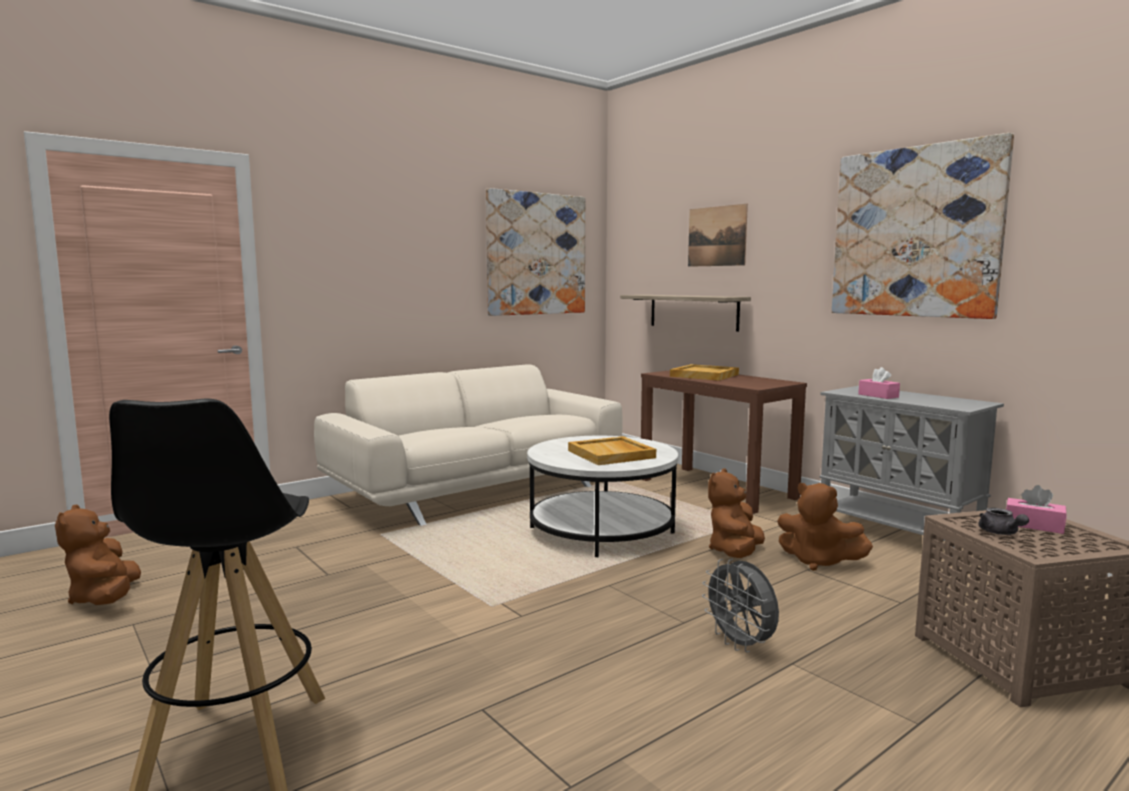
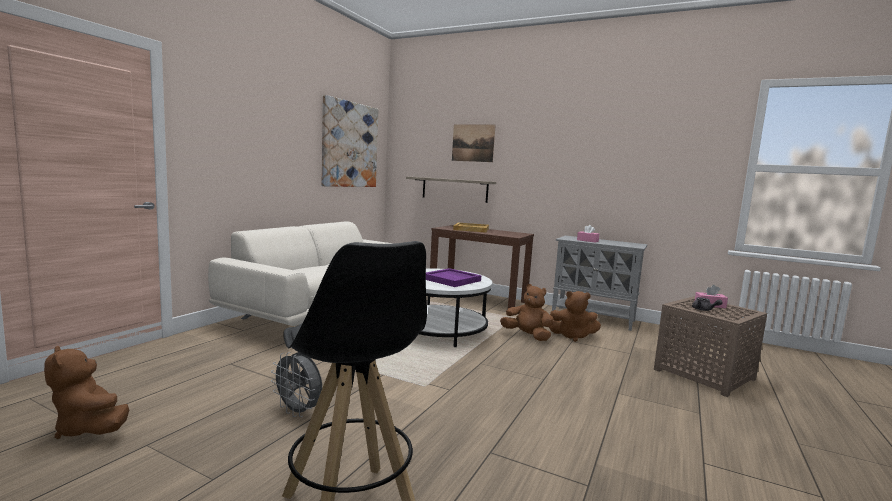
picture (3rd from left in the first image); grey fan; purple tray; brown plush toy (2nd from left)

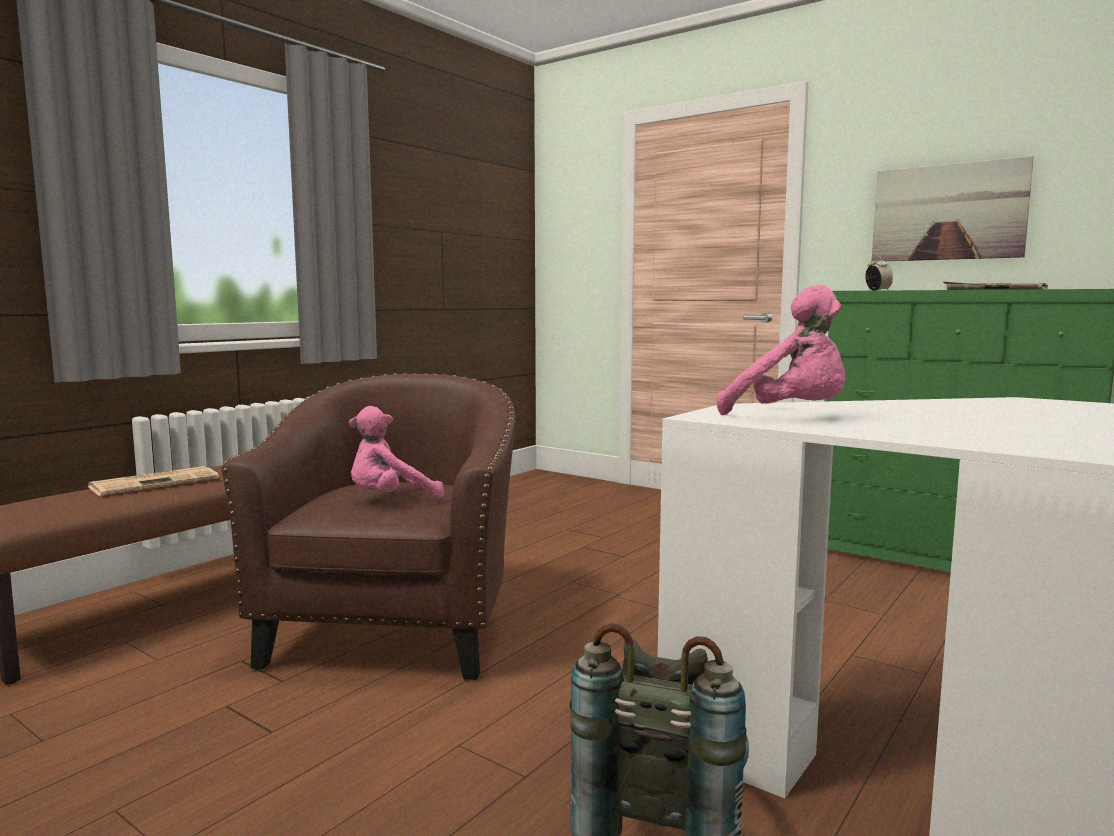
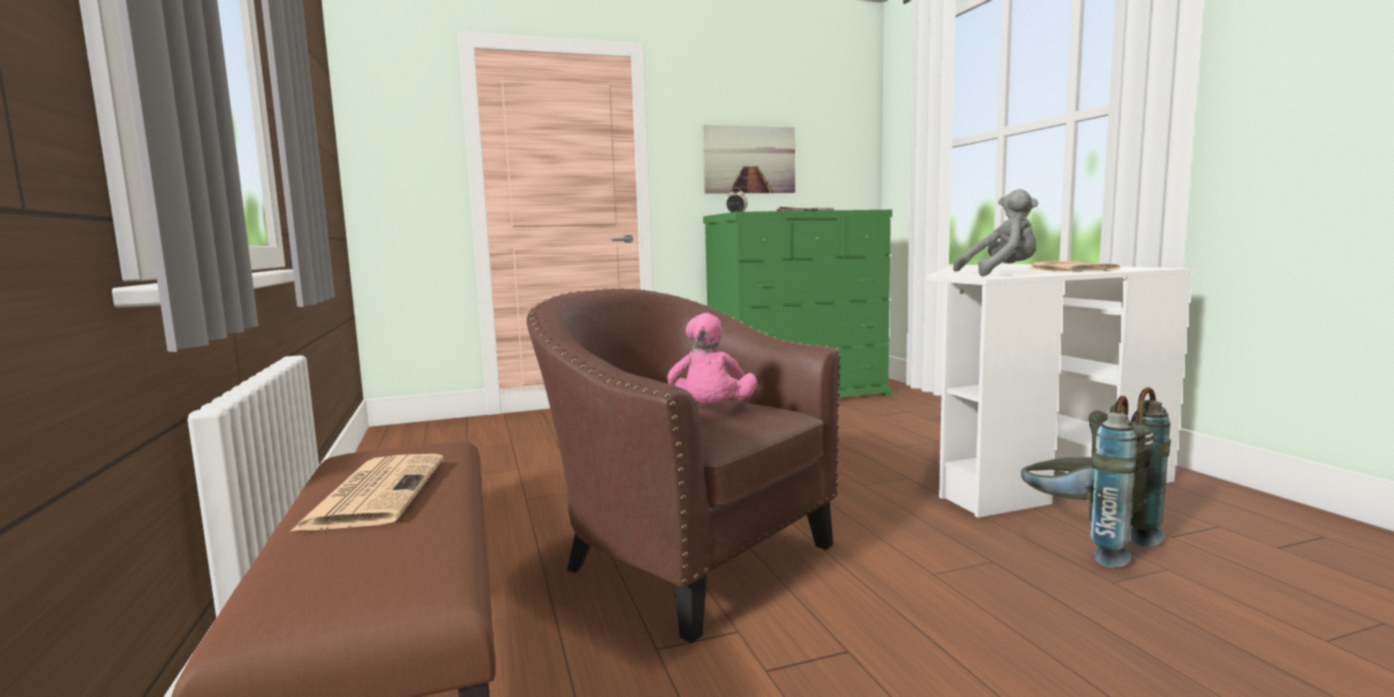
newspaper (3rd from left); grey plush toy

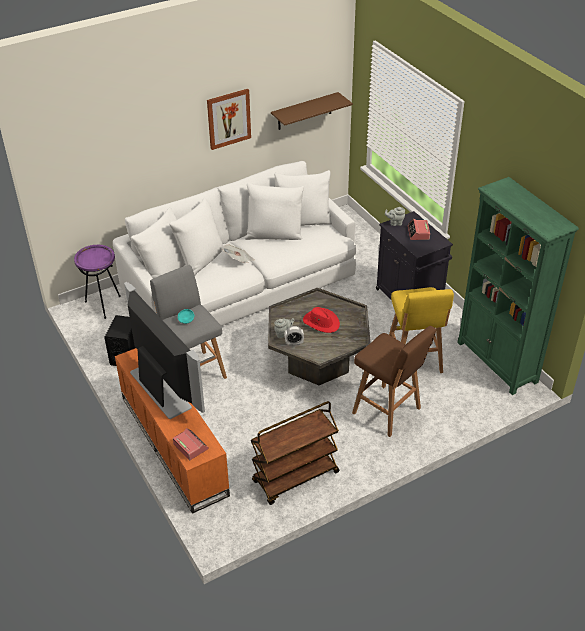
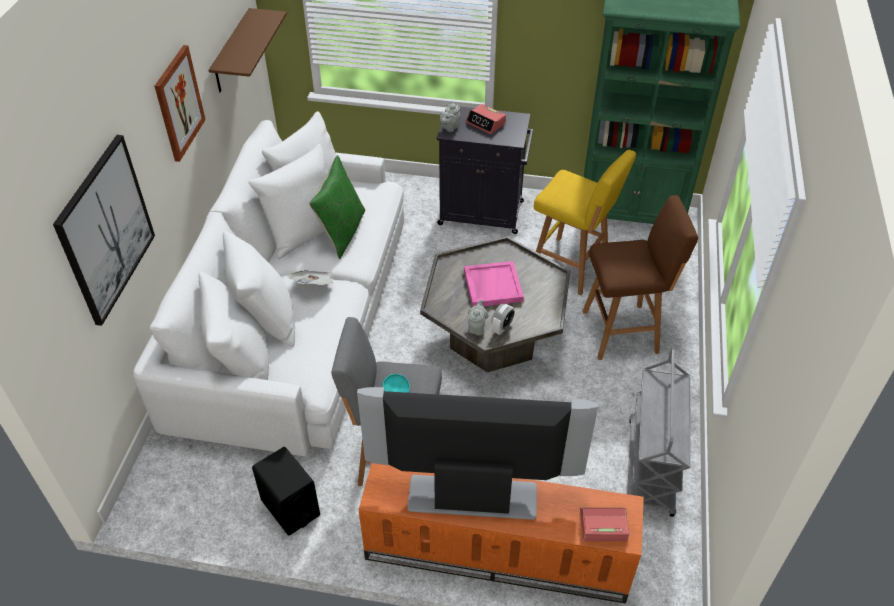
purple side table; picture (1st from left); green pillow; pink tray; grey cart

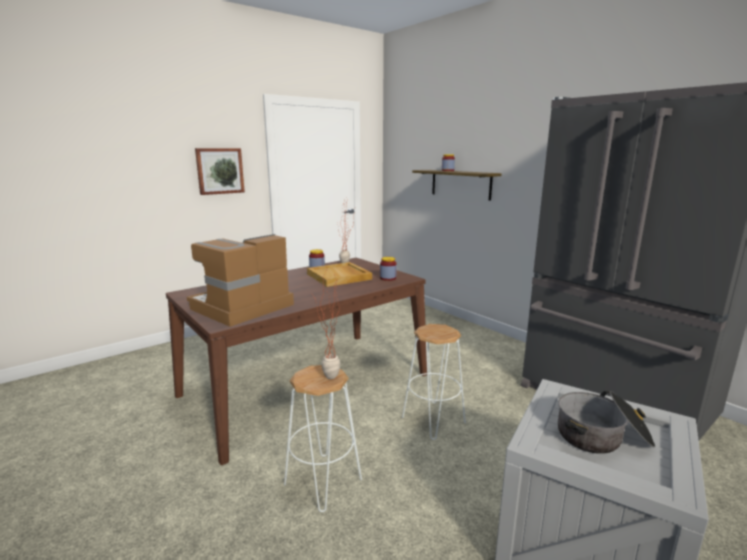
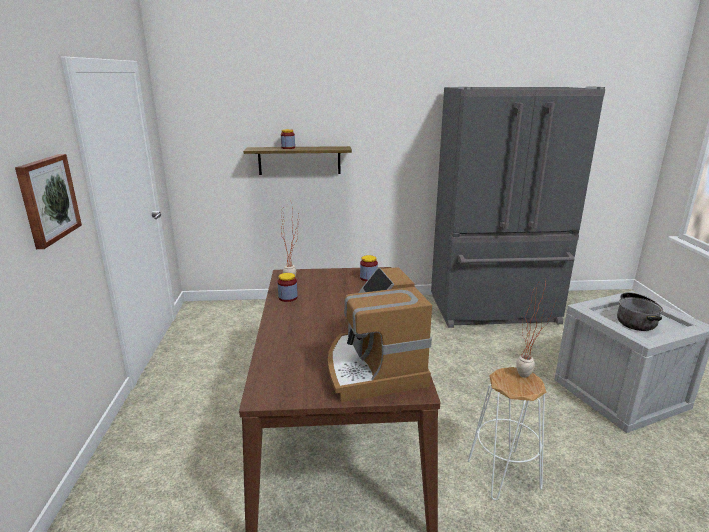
beige tray; white stool (2nd from left in the first image)

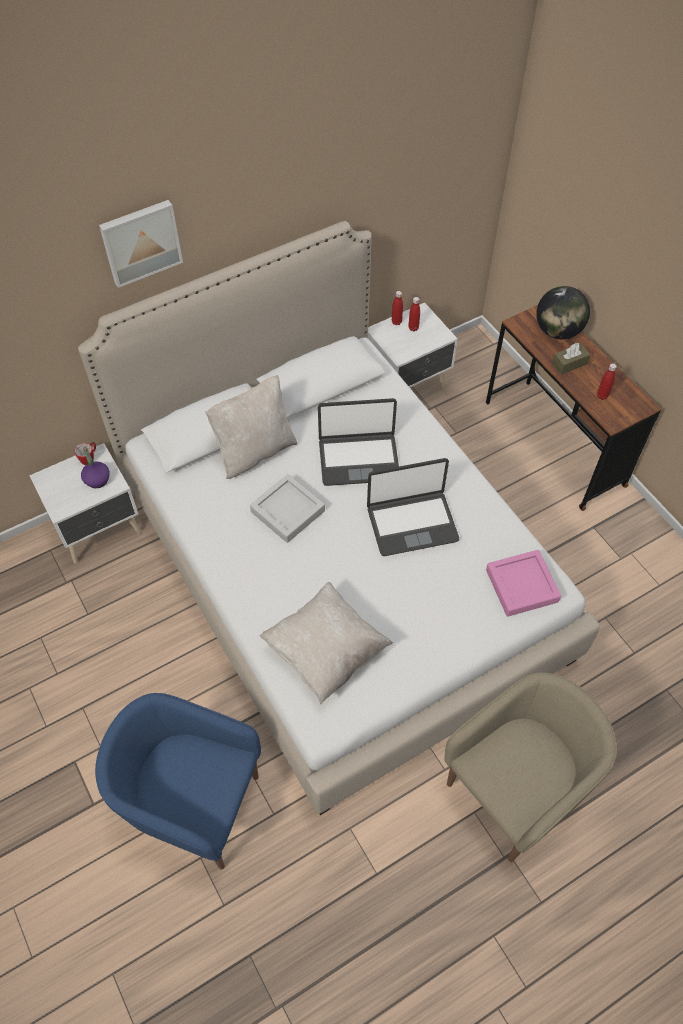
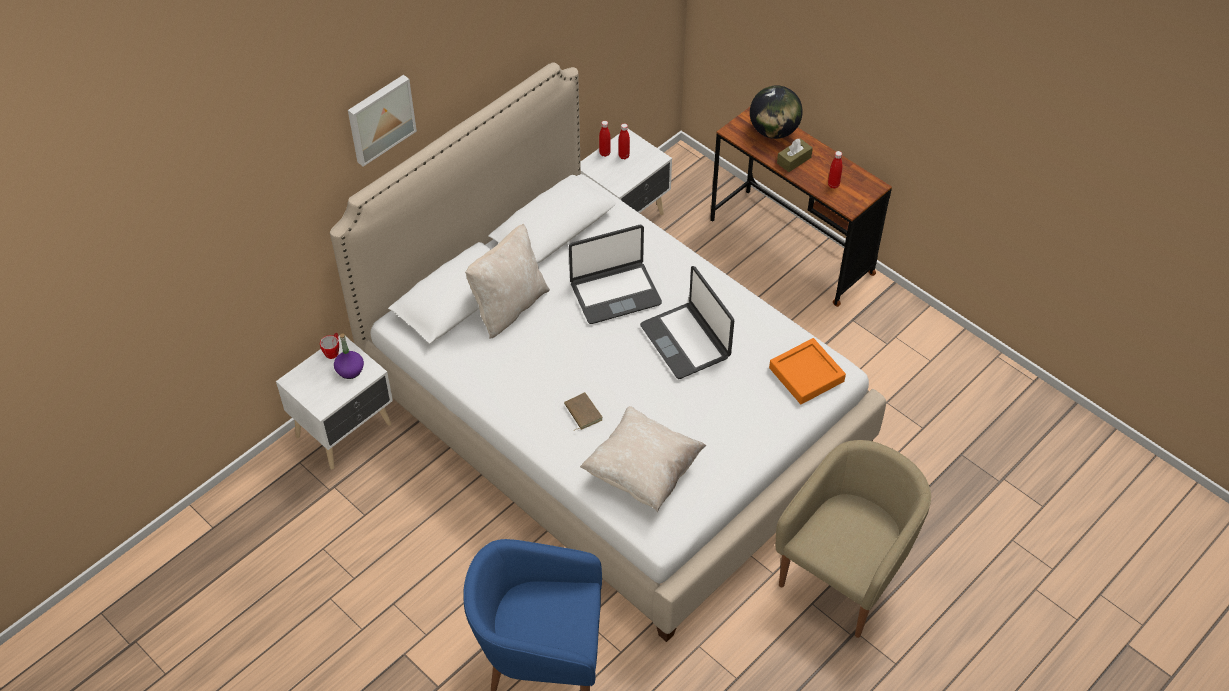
grey tray; brown book; orange tray; laptop (2nd from left)

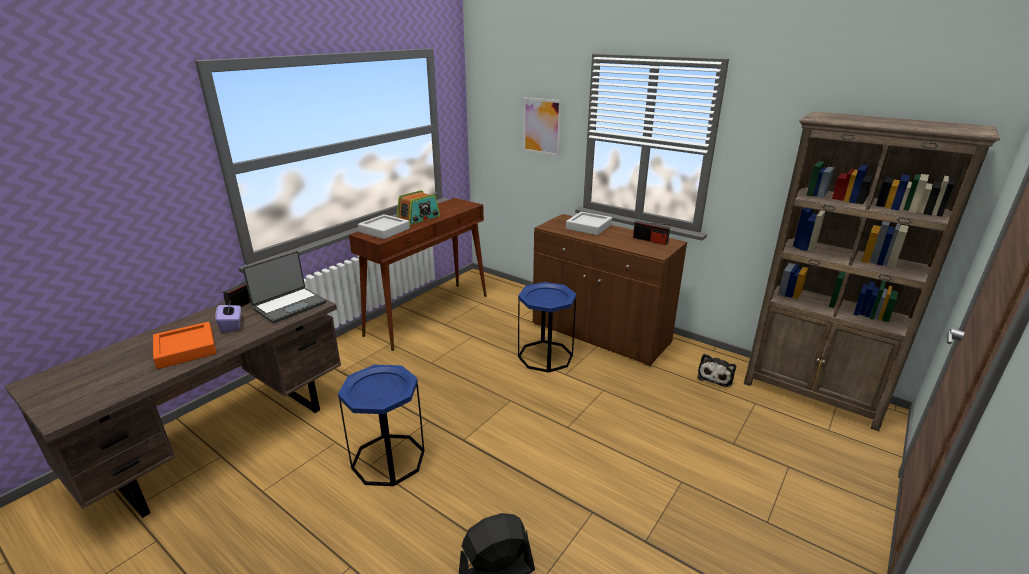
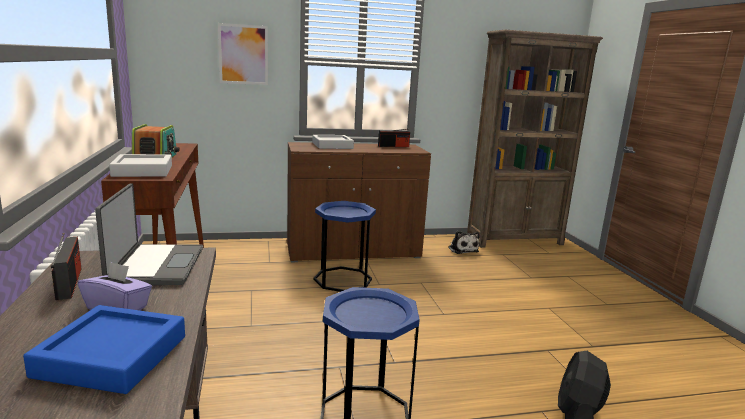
blue tray

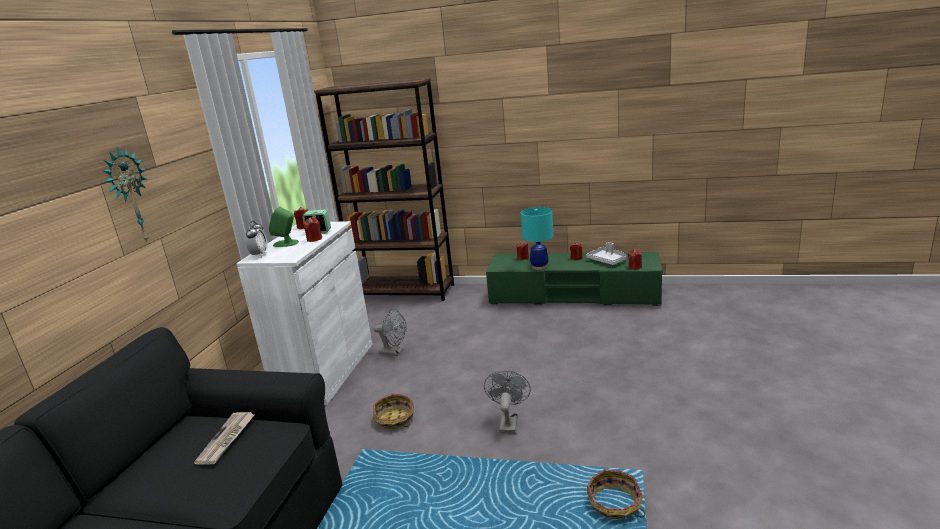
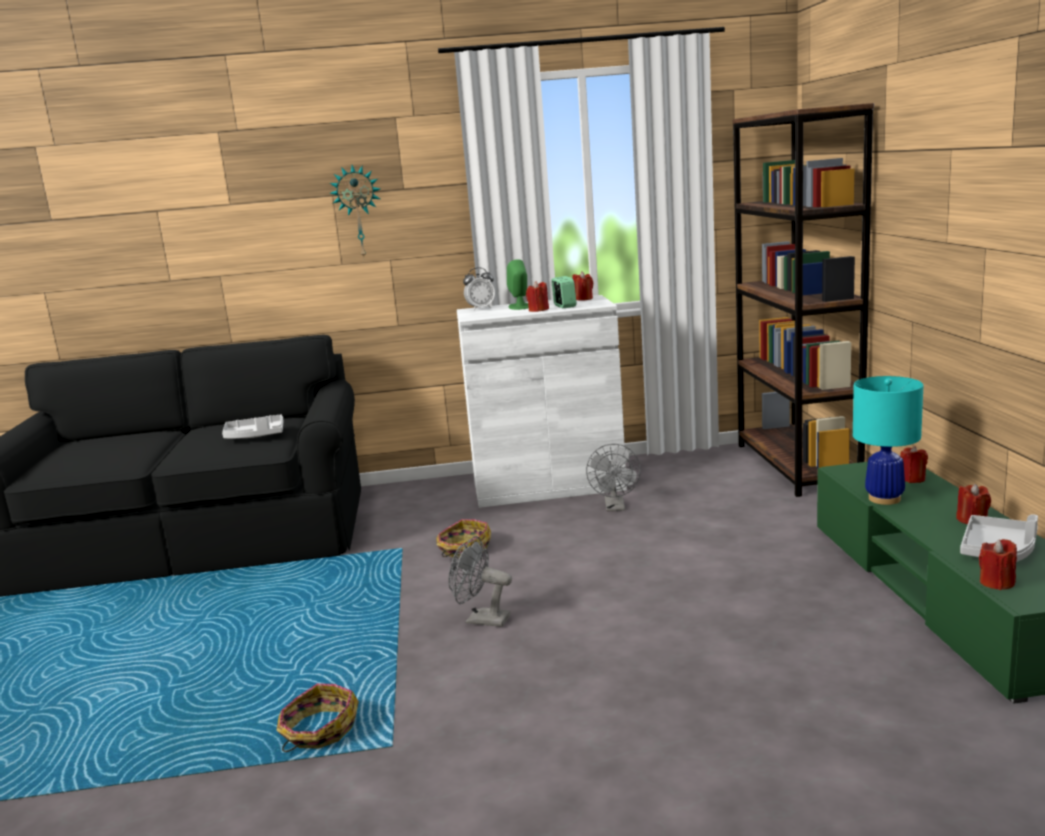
grey tray (1st from left); grey fan (1st from left)

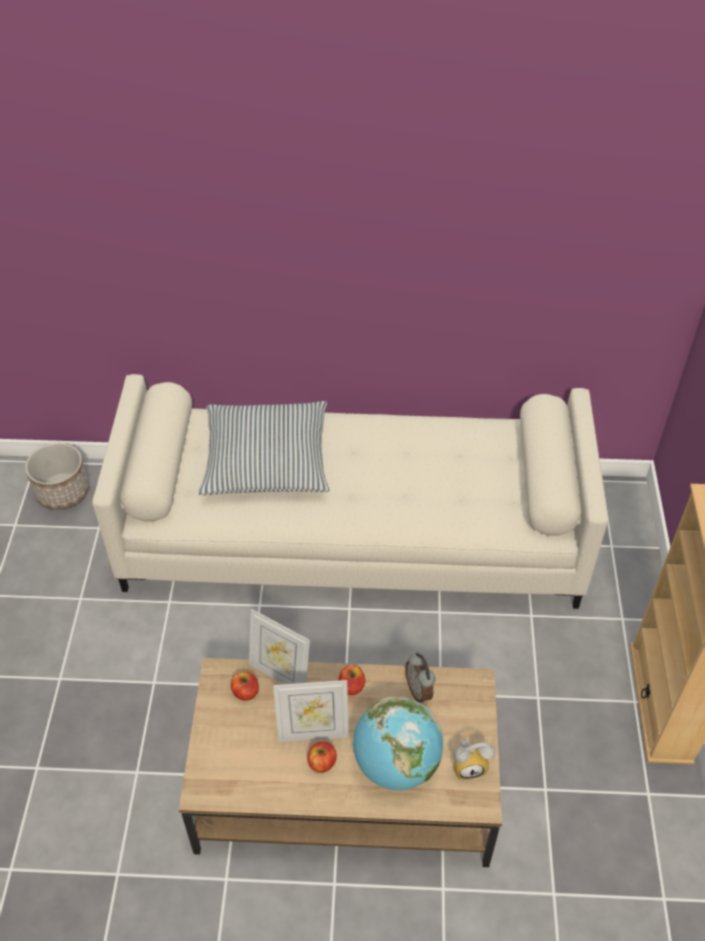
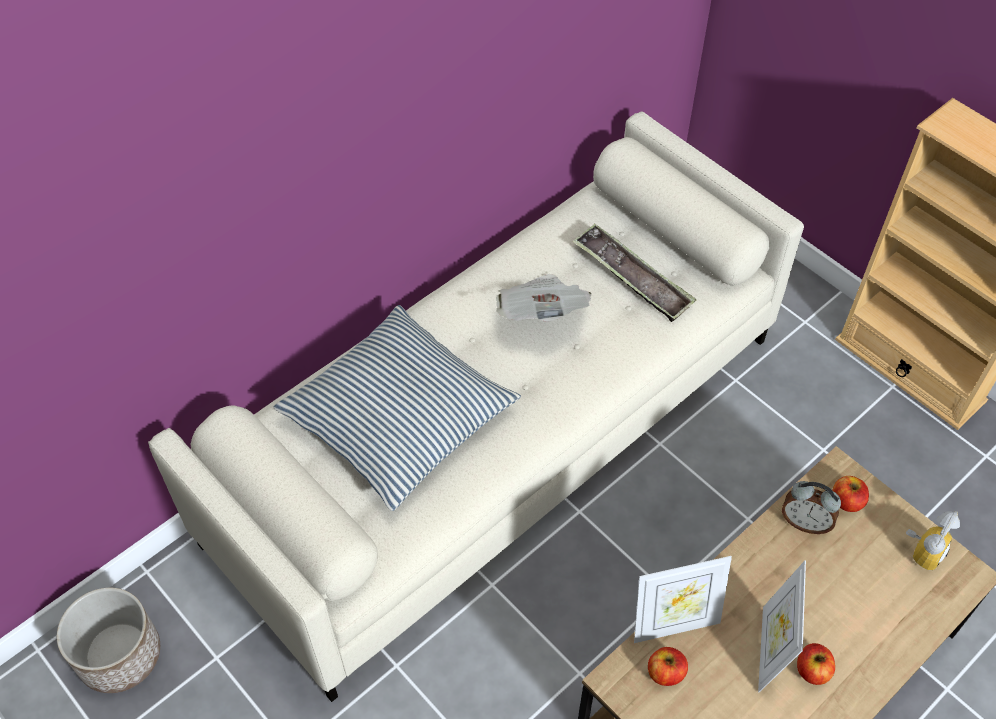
globe; newspaper; tray; apple (3rd from left); picture frame (2nd from left)

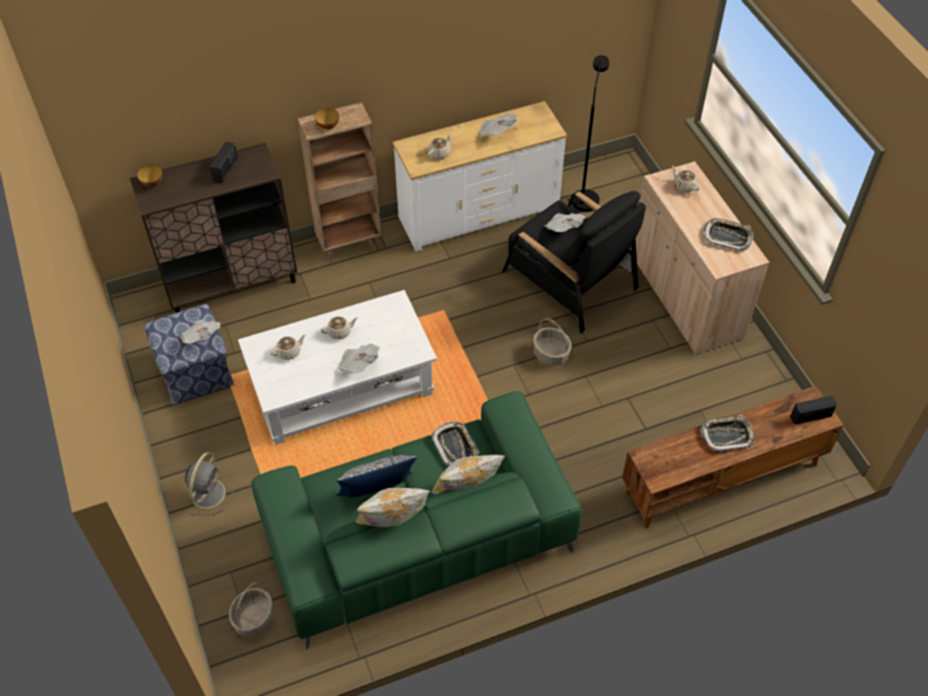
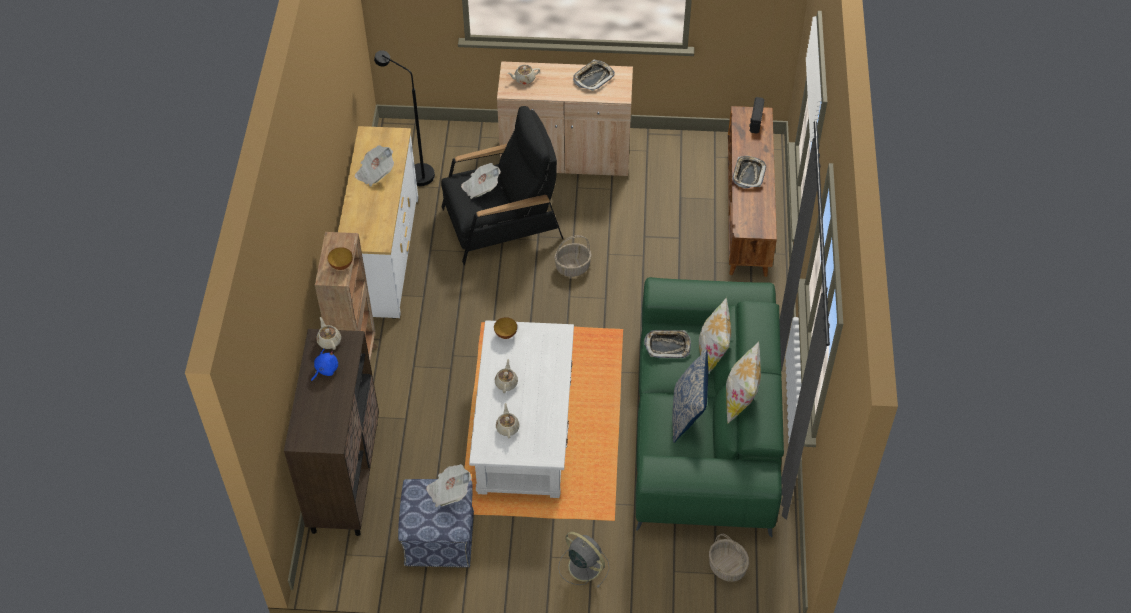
newspaper (2nd from left in the first image); bowl (2nd from left); beige teapot (1st from left); blue plush toy

